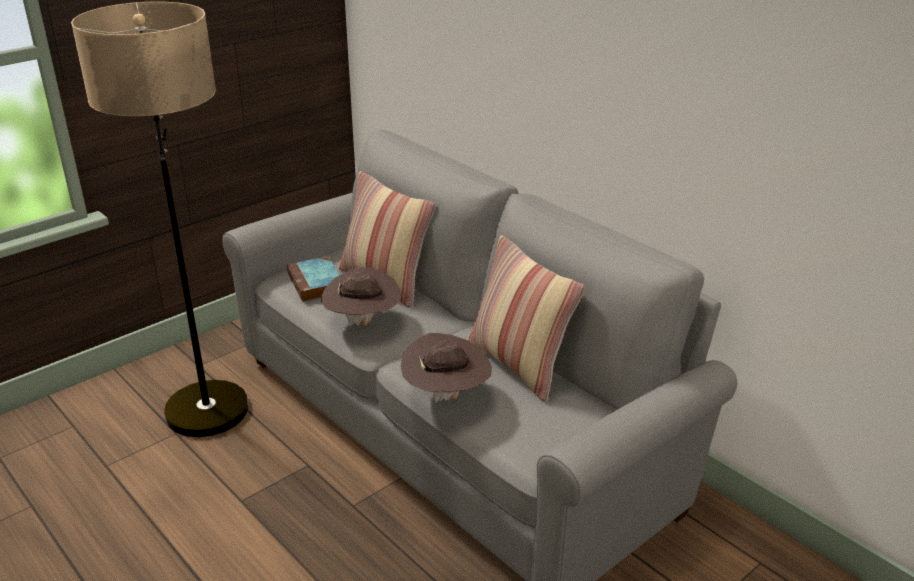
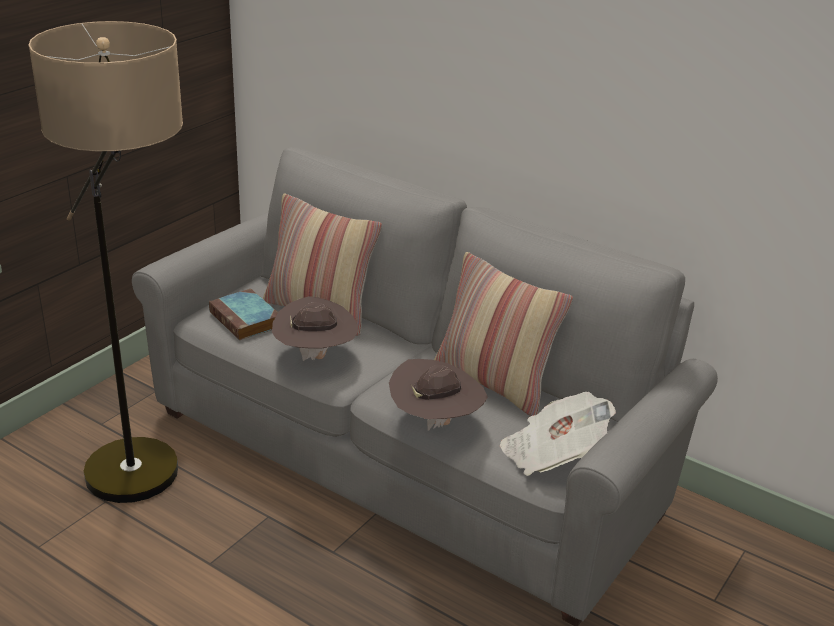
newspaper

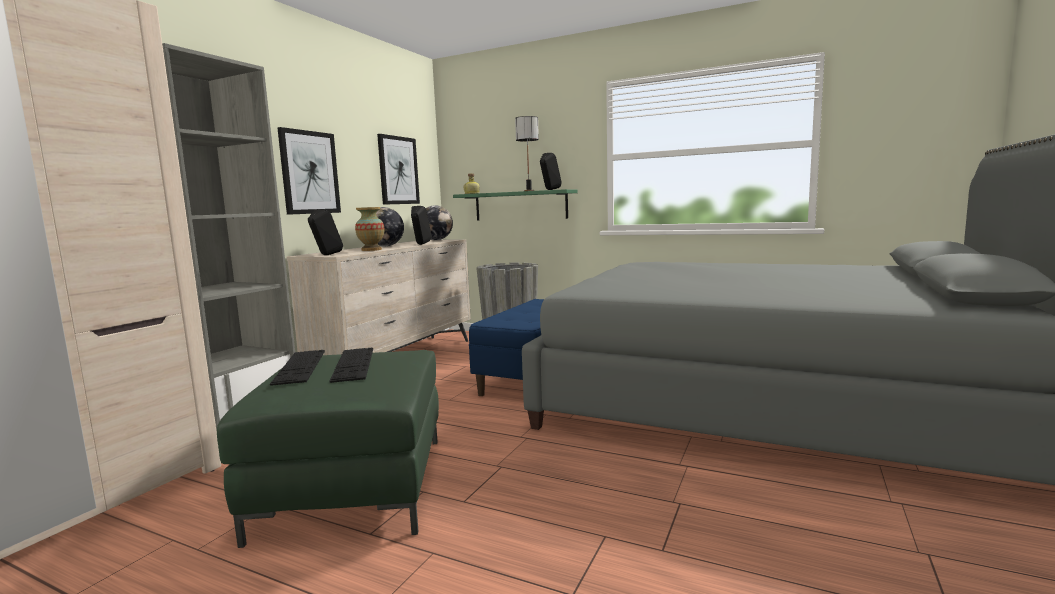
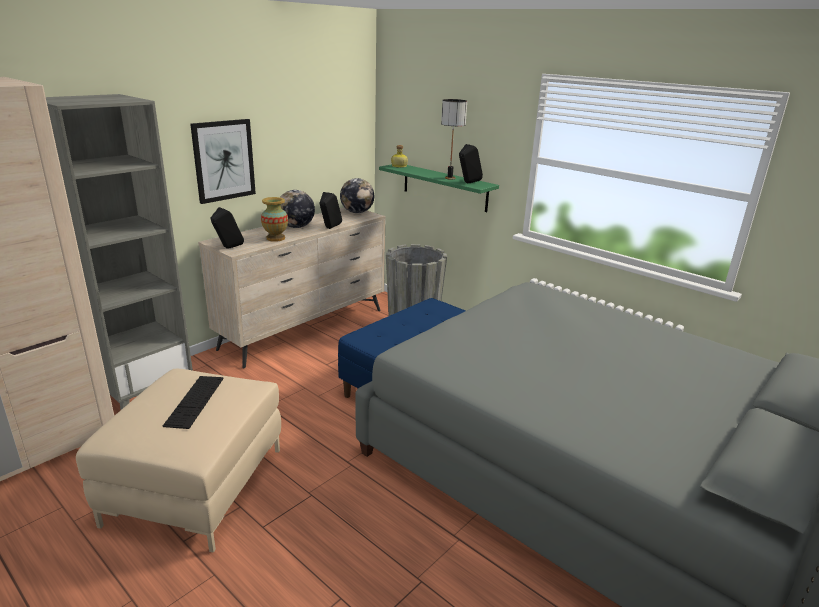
keyboard (1st from left in the first image); picture (2nd from left in the first image); beige ottoman

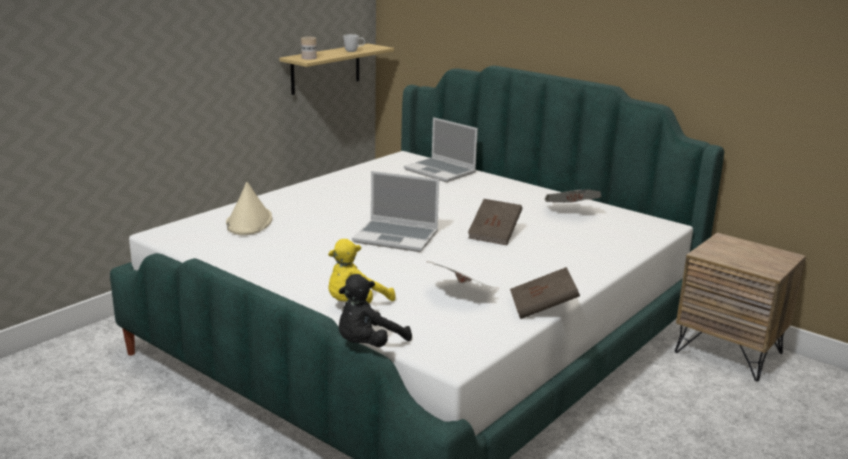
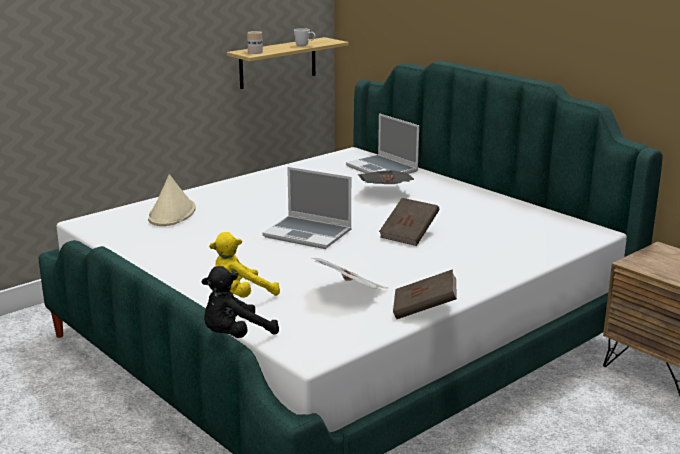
newspaper (2nd from left)

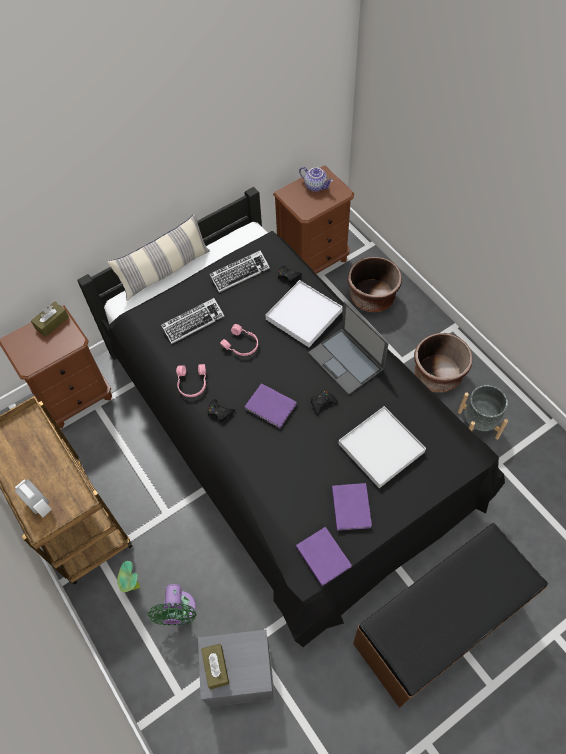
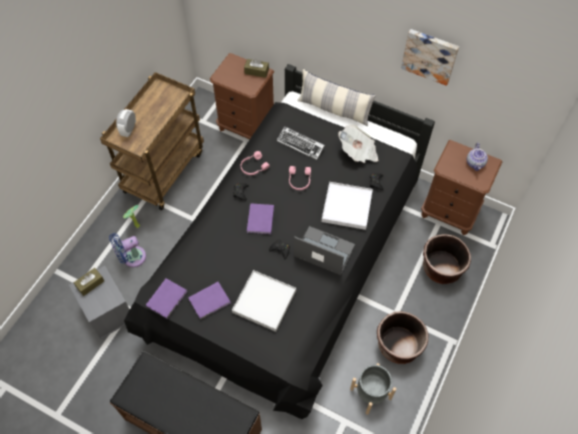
picture; newspaper; blue fan; laptop

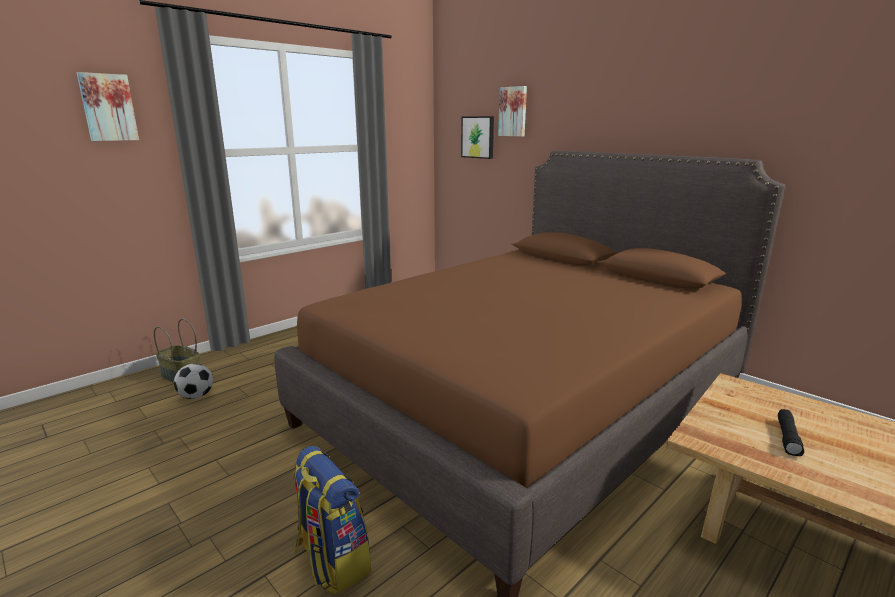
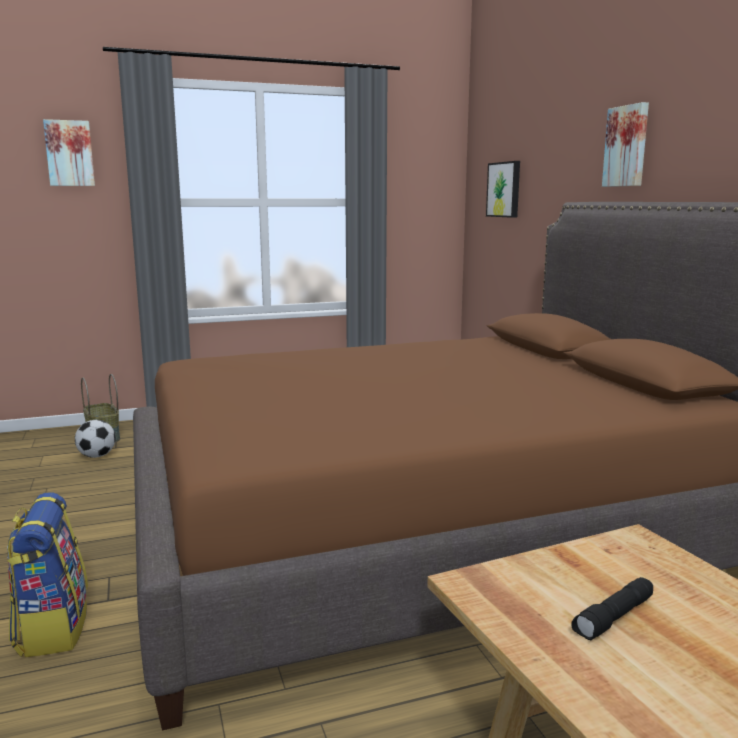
picture (3rd from left)

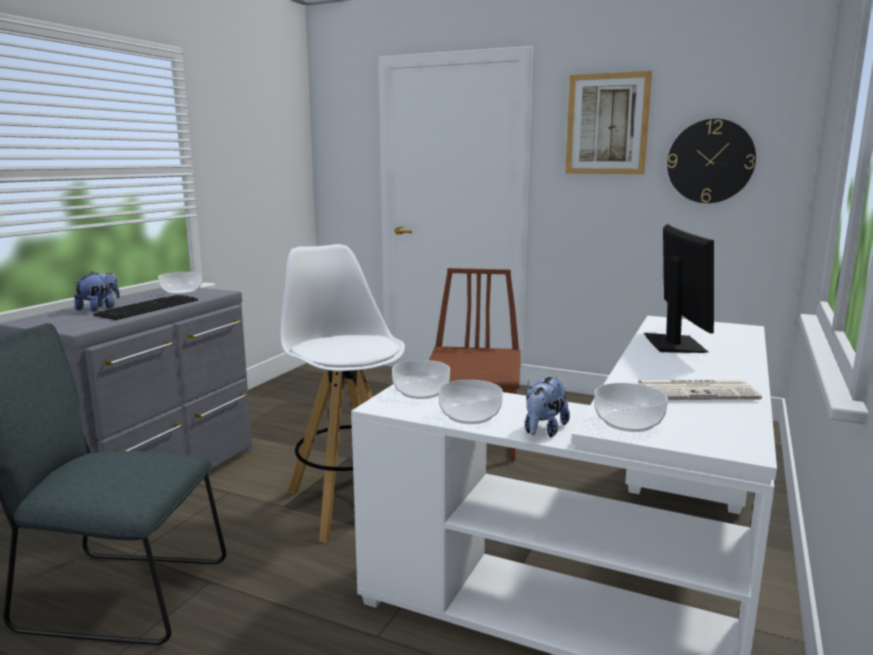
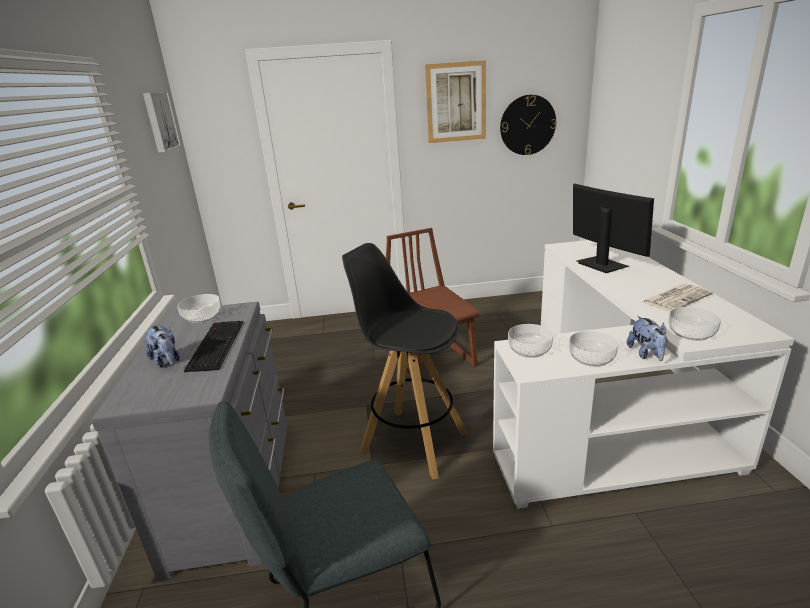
picture (1st from left); black stool; plush toy (1st from left)

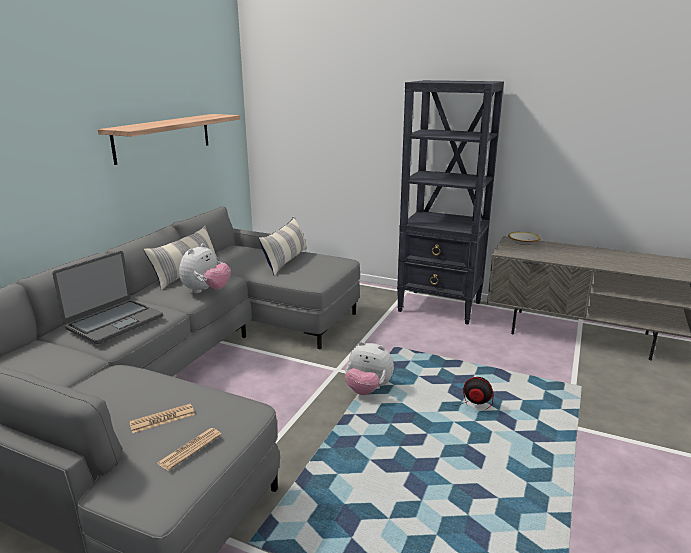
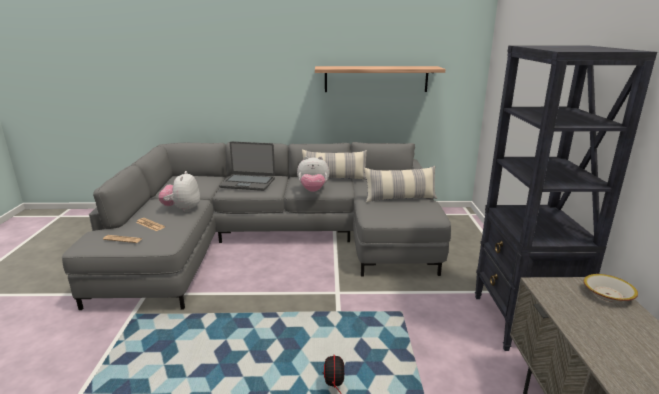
plush toy (1st from left)

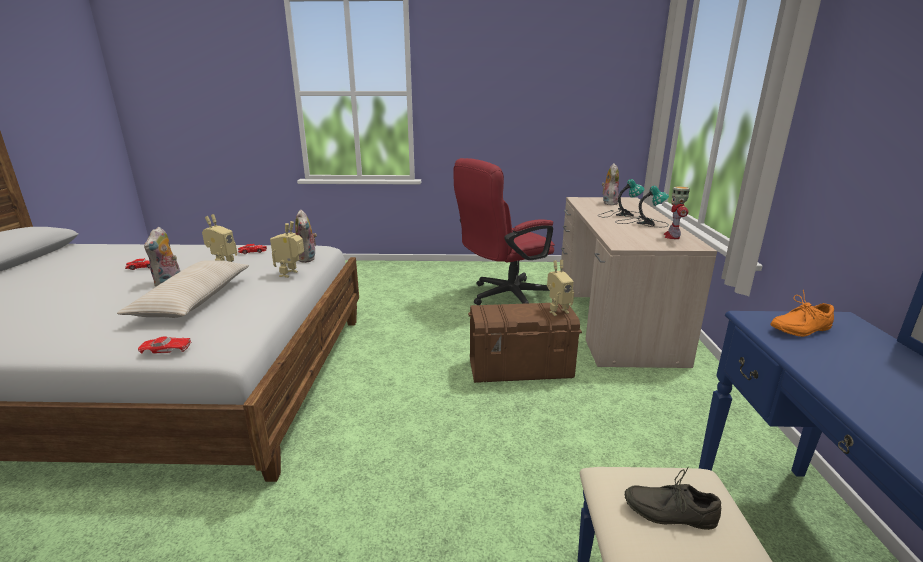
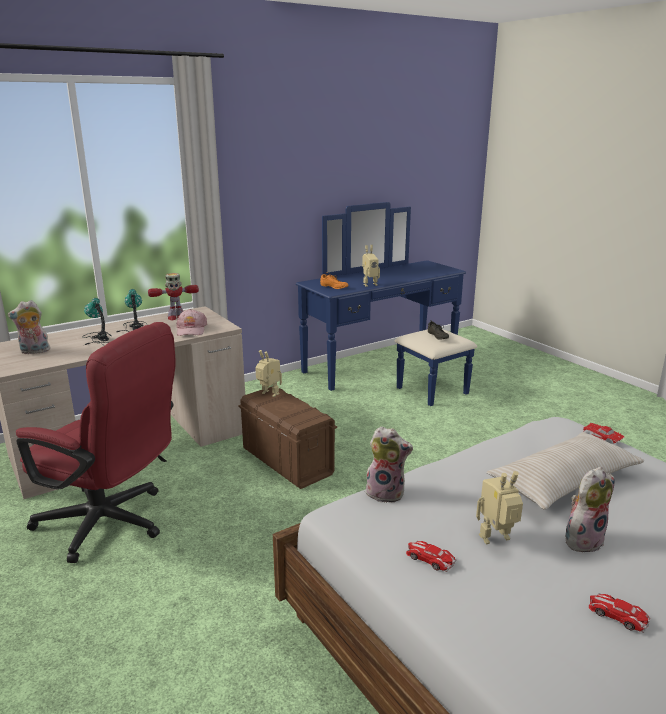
pink cap; toy robot (3rd from left); plush toy (2nd from left)

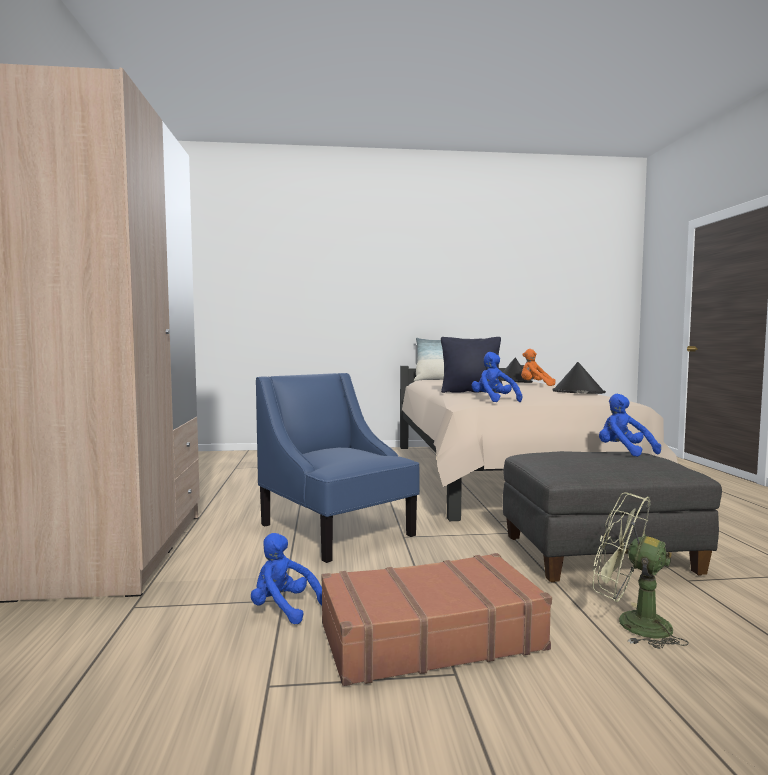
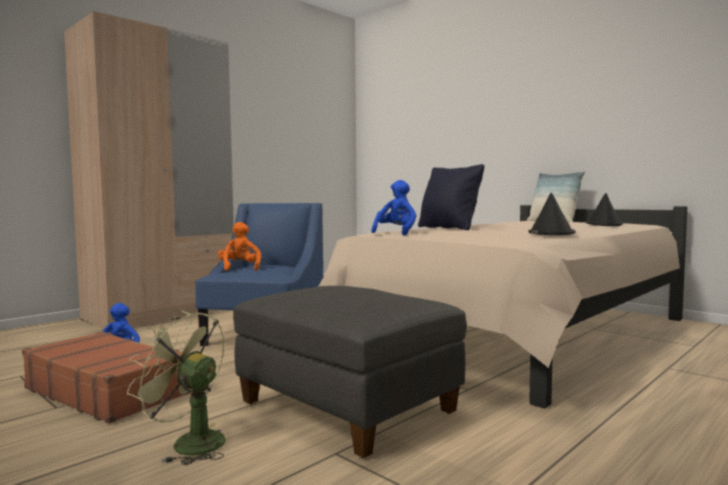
blue plush toy (3rd from left in the first image); orange plush toy; green fan

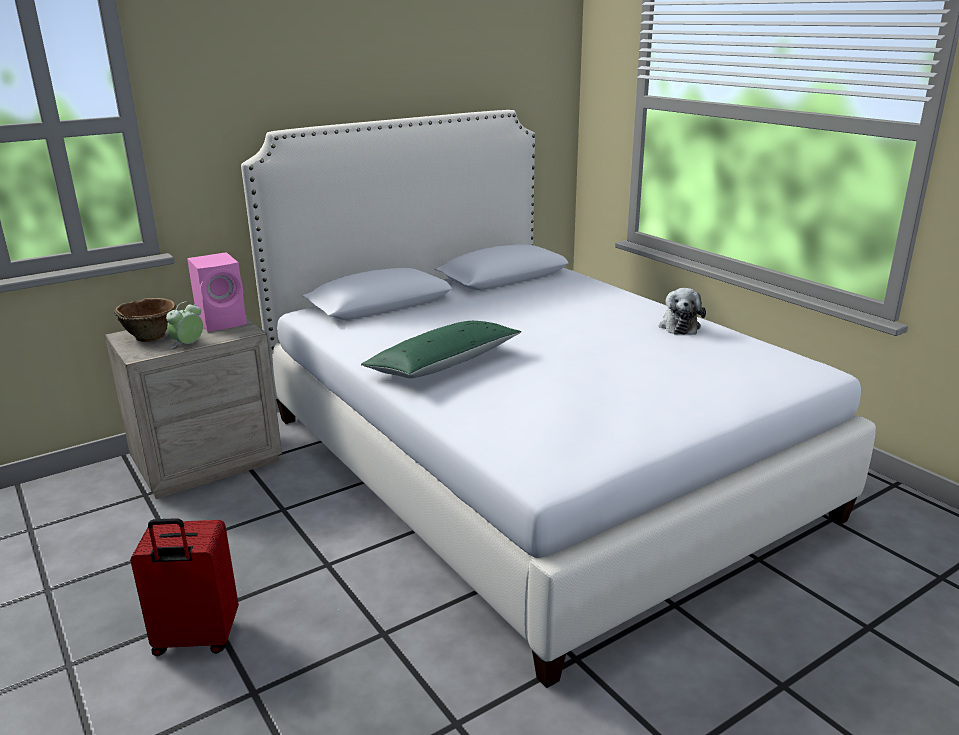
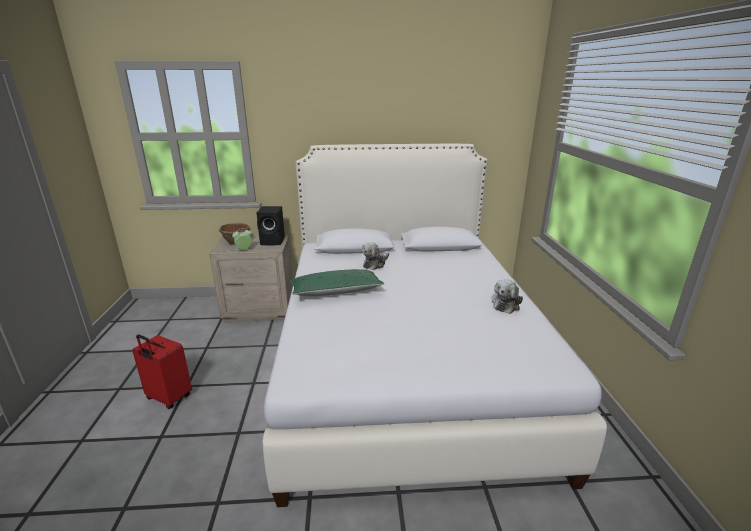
plush toy (1st from left); black speaker

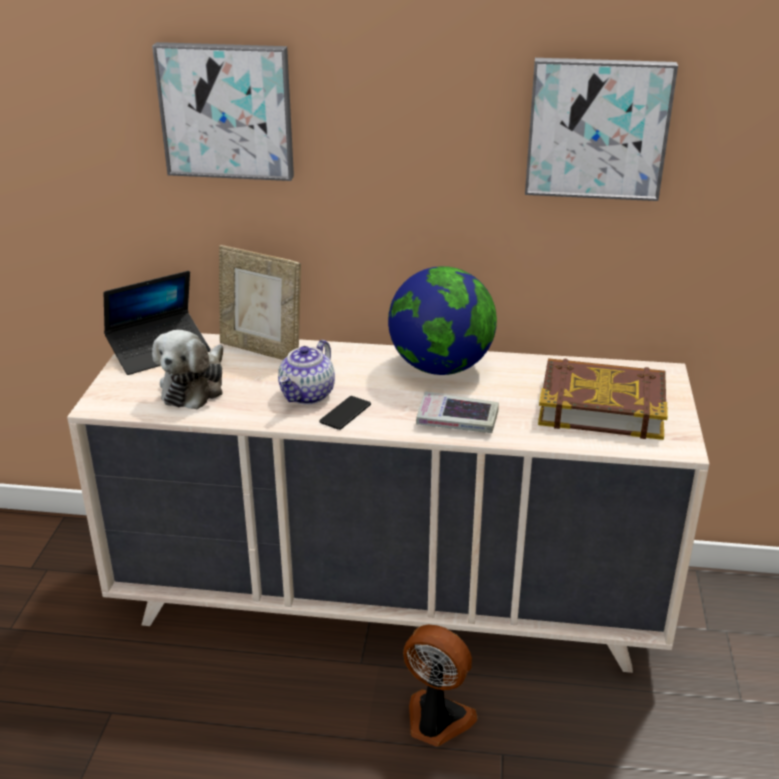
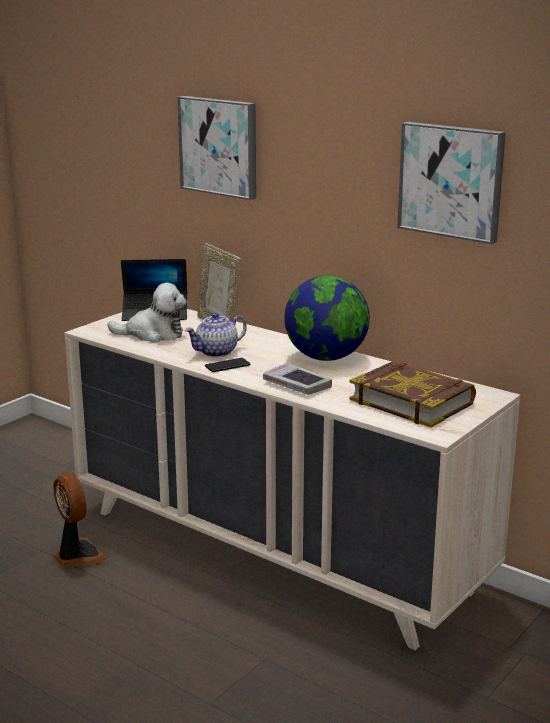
fan; plush toy

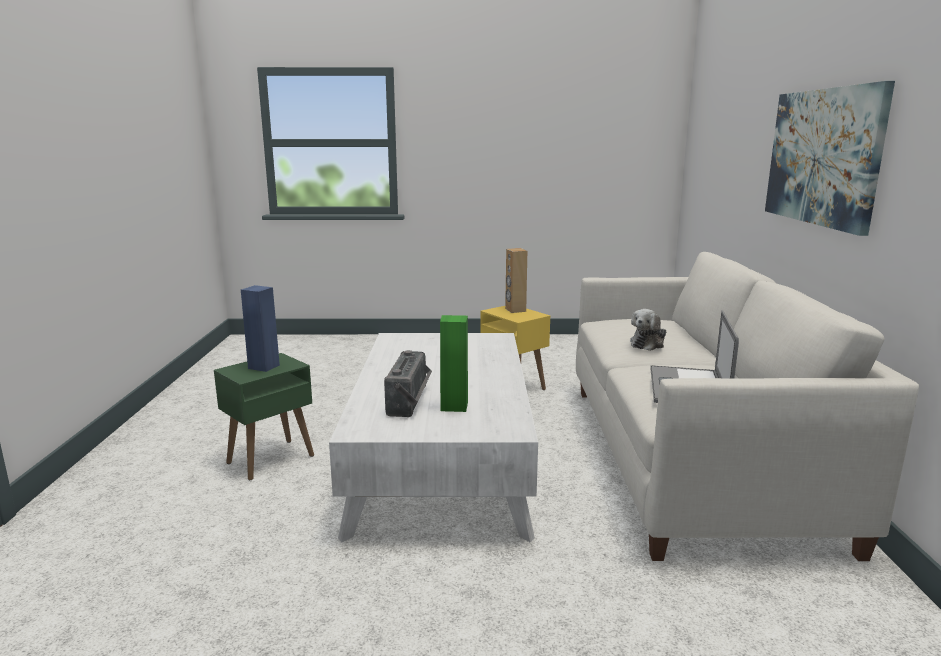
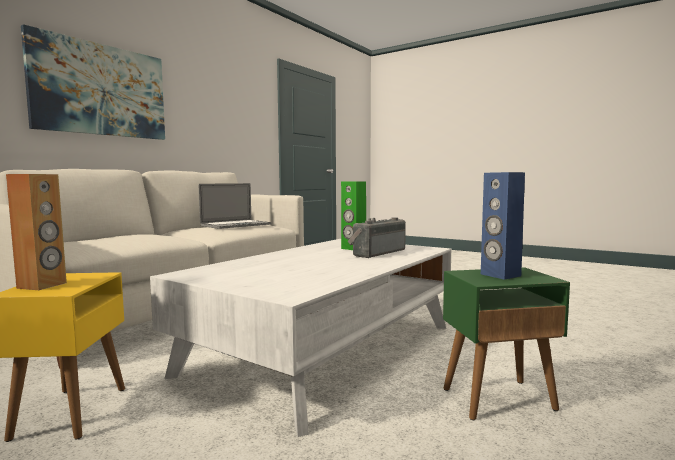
plush toy

